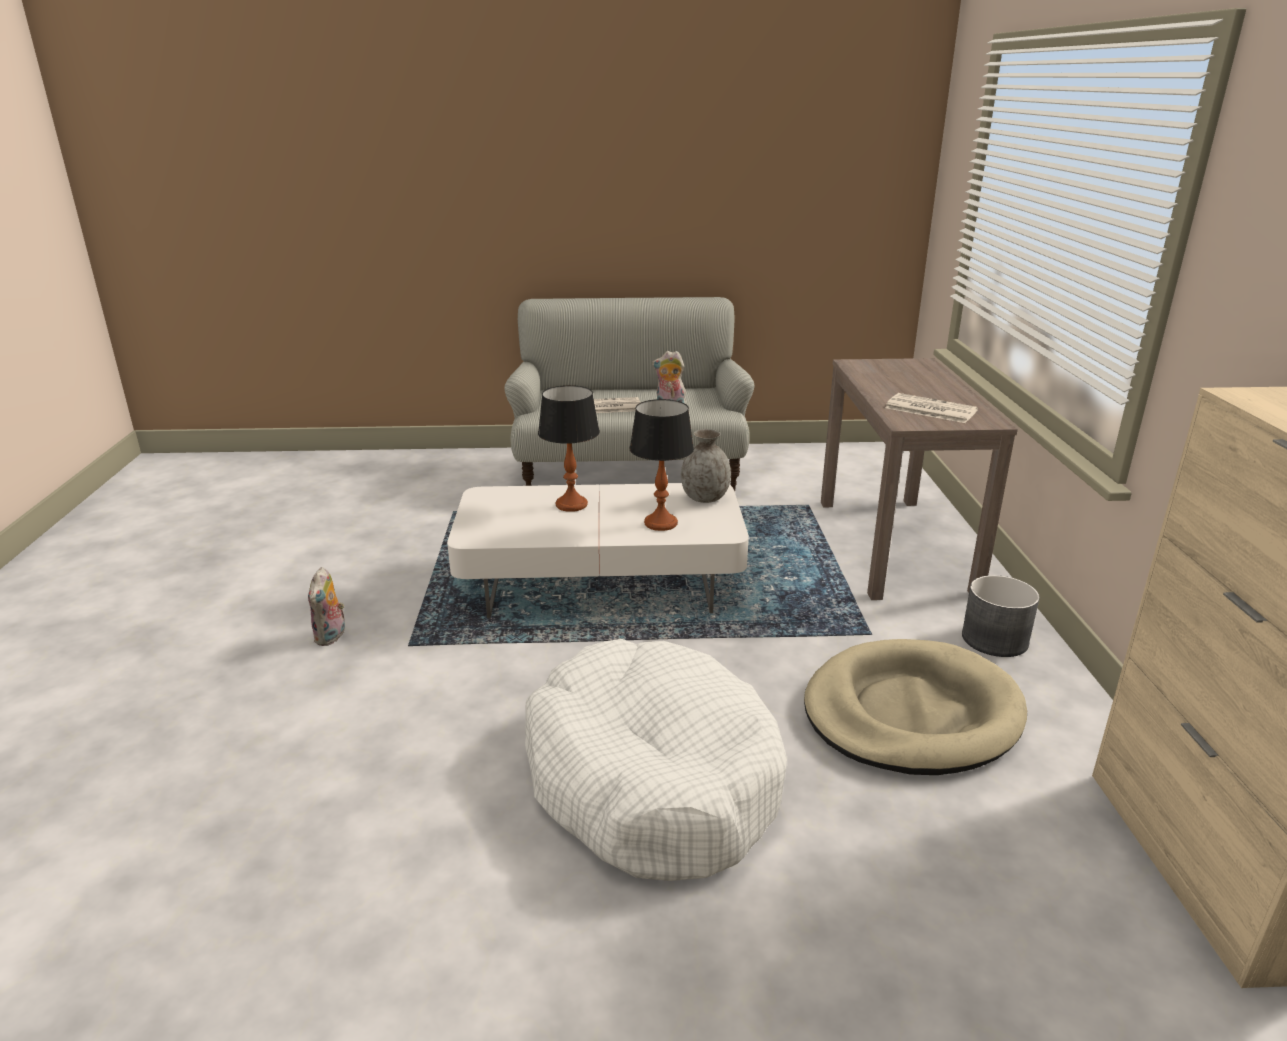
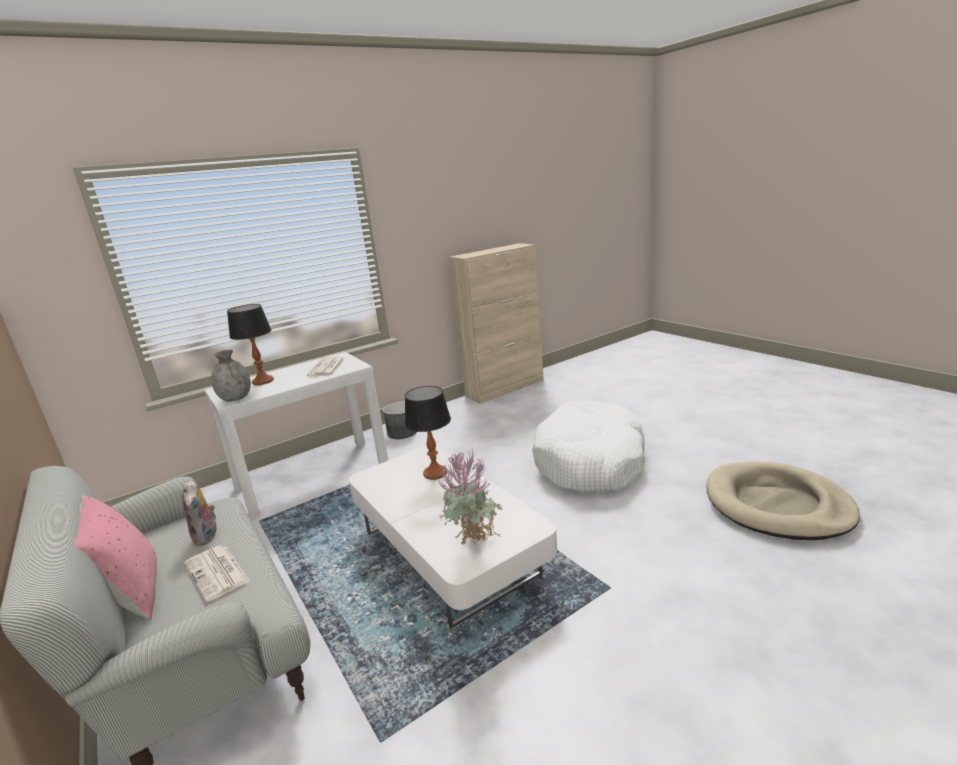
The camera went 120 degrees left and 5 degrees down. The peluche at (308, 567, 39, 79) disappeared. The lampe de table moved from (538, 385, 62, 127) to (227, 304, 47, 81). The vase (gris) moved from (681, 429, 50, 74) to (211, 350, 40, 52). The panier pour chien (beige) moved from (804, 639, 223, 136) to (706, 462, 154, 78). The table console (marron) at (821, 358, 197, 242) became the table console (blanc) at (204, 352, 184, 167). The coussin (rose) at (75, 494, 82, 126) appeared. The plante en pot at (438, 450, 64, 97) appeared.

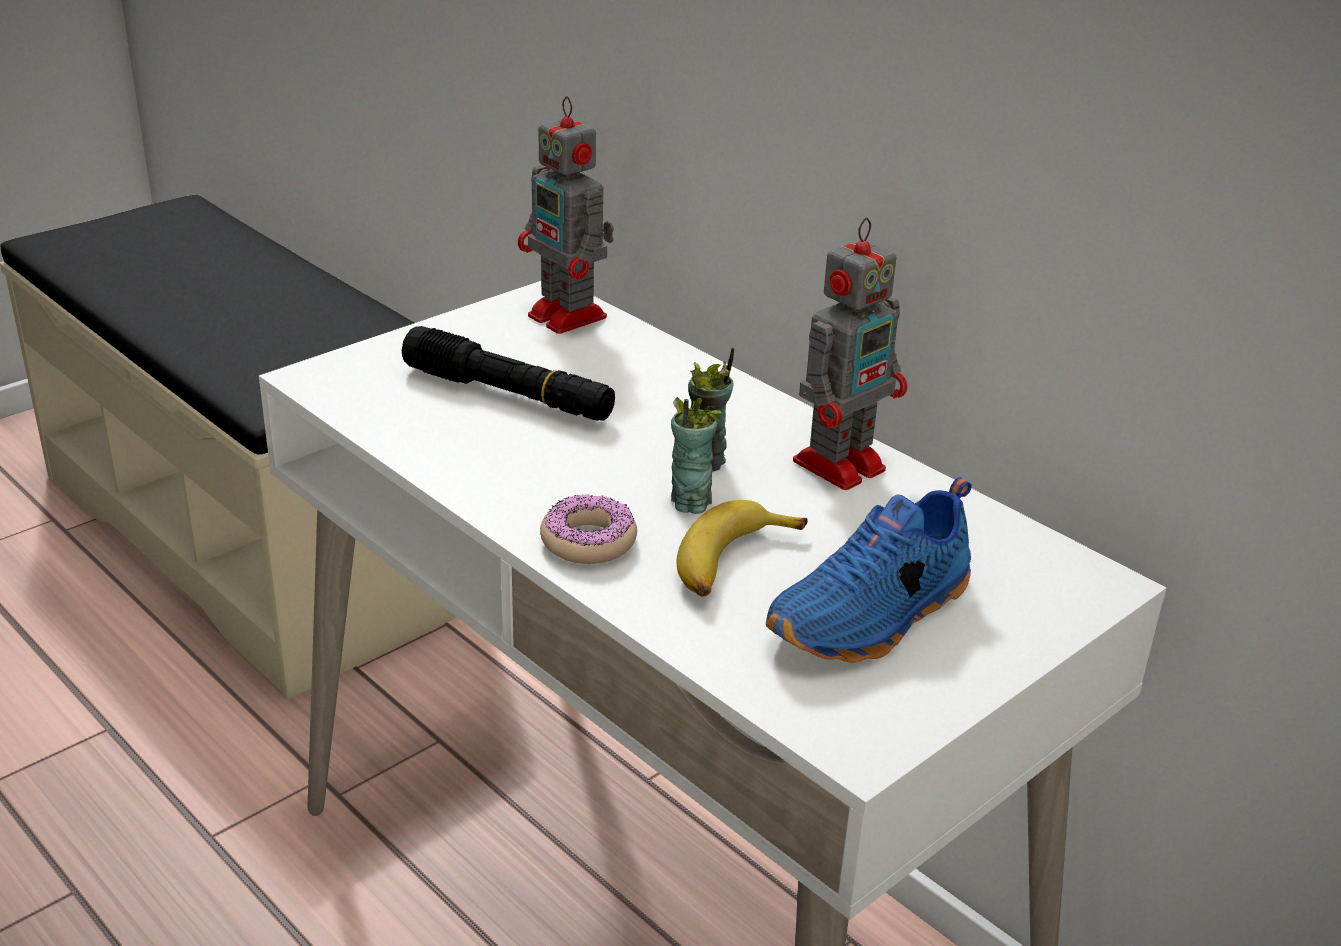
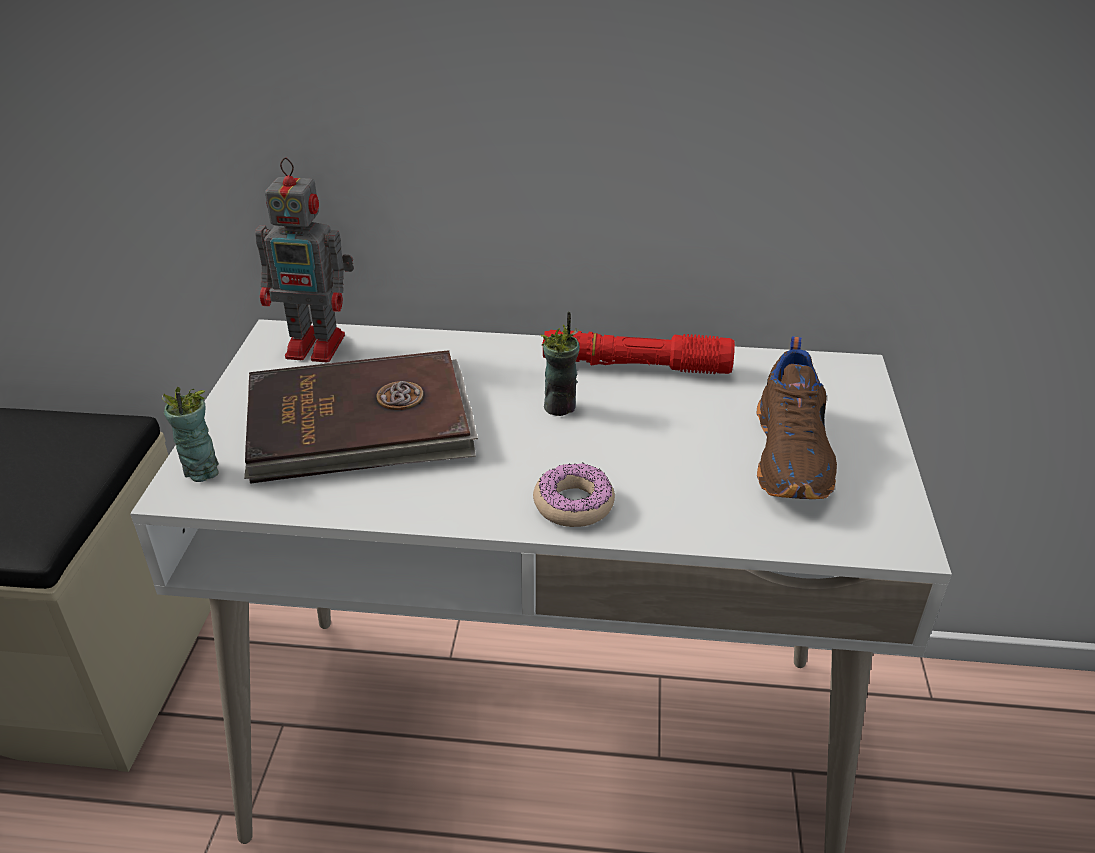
The camera went 40 degrees left and 5 degrees up. The lampe de poche (noir) at (402, 326, 213, 95) was replaced by the livre (marron) at (244, 350, 234, 134). The tasse moved from (671, 397, 51, 117) to (162, 387, 57, 95). The banane at (676, 500, 132, 97) disappeared. The chaussure (bleu) at (766, 477, 206, 186) became the chaussure (marron) at (757, 336, 80, 163). The robot jouet at (793, 217, 114, 273) was replaced by the lampe de poche (rouge) at (542, 330, 193, 44).

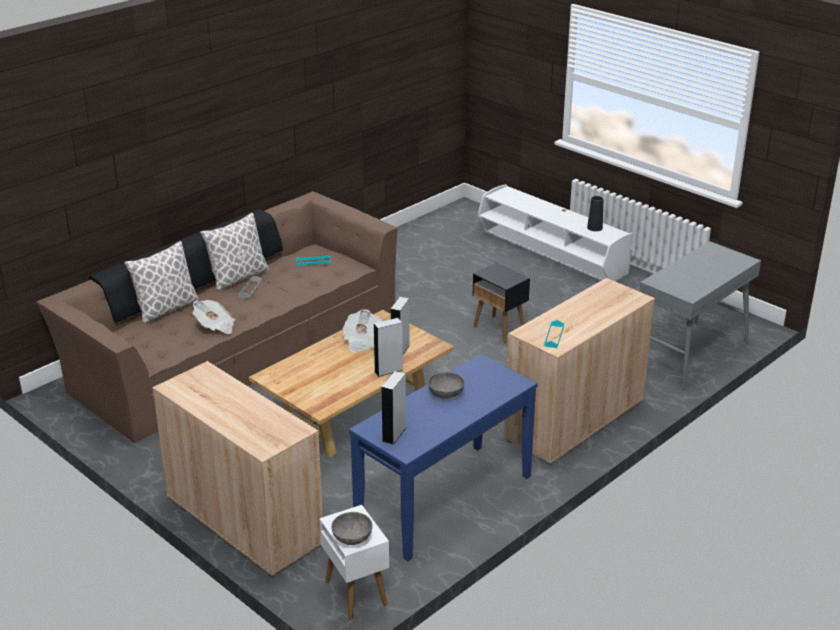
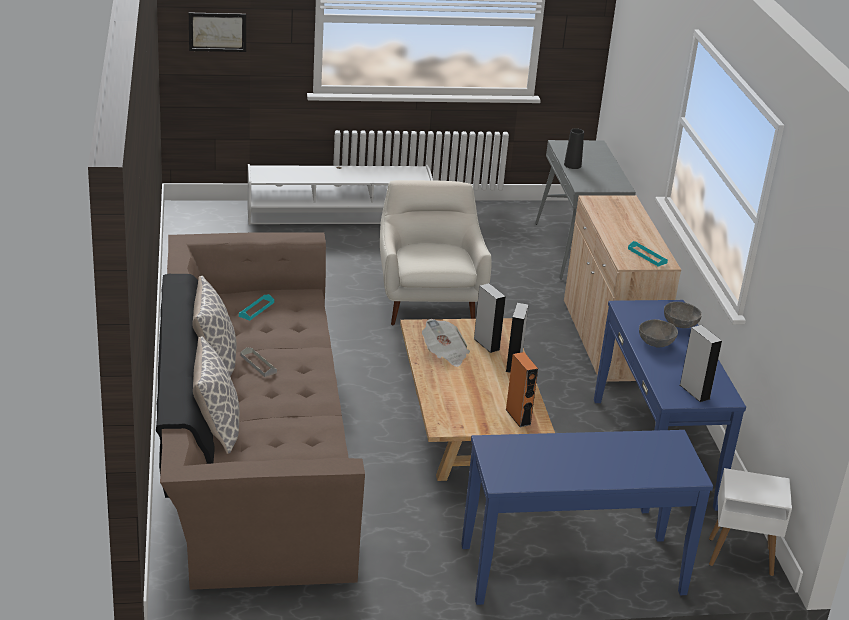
The camera went 55 degrees left and 0 degrees up. The meuble de rangement (beige) at (152, 361, 171, 216) was replaced by the table console (bleu) at (461, 430, 252, 175). The journal at (193, 300, 42, 34) disappeared. The bol (gris) moved from (331, 512, 42, 33) to (664, 302, 38, 26). The table d'appoint (noir) at (473, 262, 57, 81) was replaced by the fauteuil (blanc) at (380, 180, 111, 146). The vase (noir) moved from (587, 196, 16, 35) to (564, 128, 20, 41). The tableau at (189, 13, 57, 39) appeared. The enceinte (orange) at (506, 352, 32, 75) appeared.

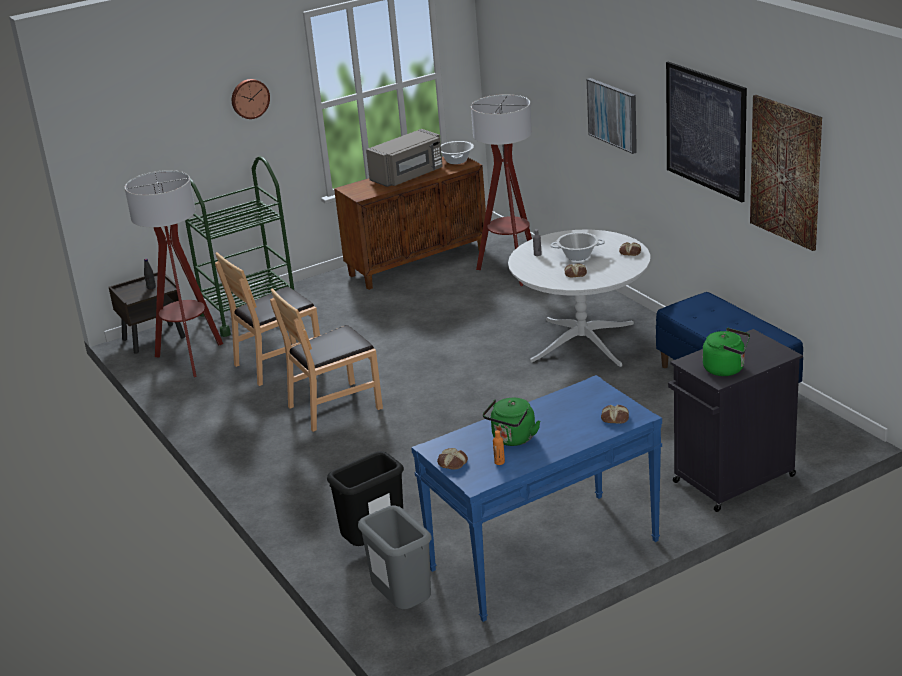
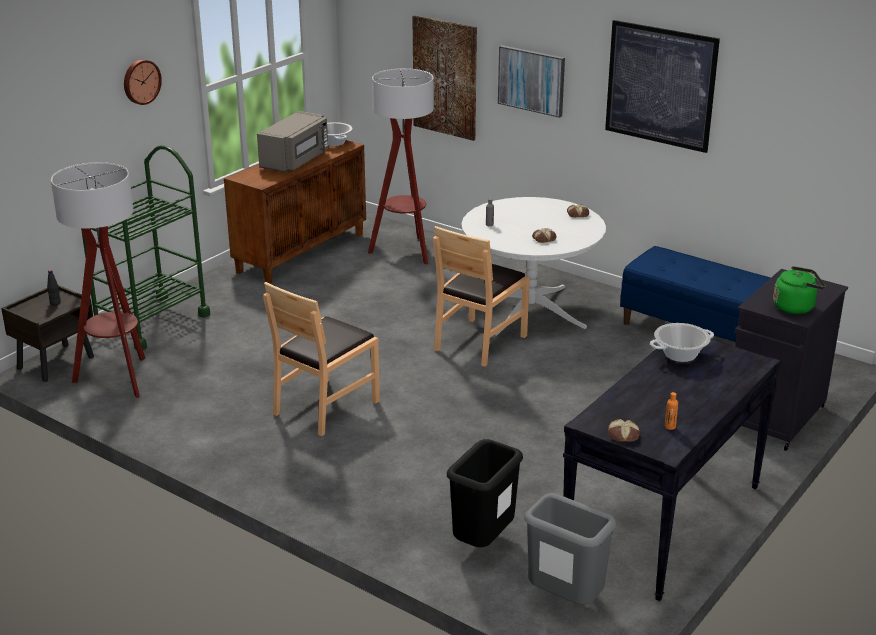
The camera went 25 degrees left and 0 degrees up. The chaise (marron) moved from (215, 252, 105, 134) to (433, 226, 96, 141). The table console (bleu) at (411, 375, 251, 247) became the table console (noir) at (563, 339, 218, 262). The bouilloire (vert) at (483, 398, 57, 48) disappeared. The marmite moved from (550, 232, 55, 29) to (650, 323, 64, 39). The pain at (601, 405, 28, 19) disappeared. The tableau moved from (750, 95, 72, 156) to (412, 15, 65, 126).

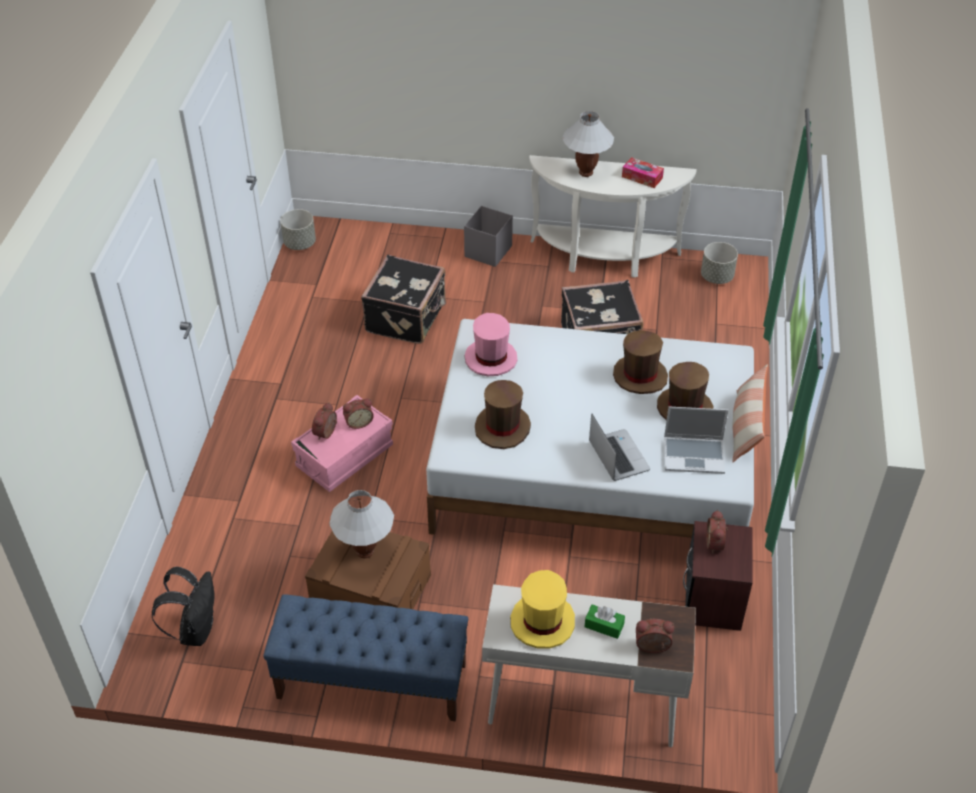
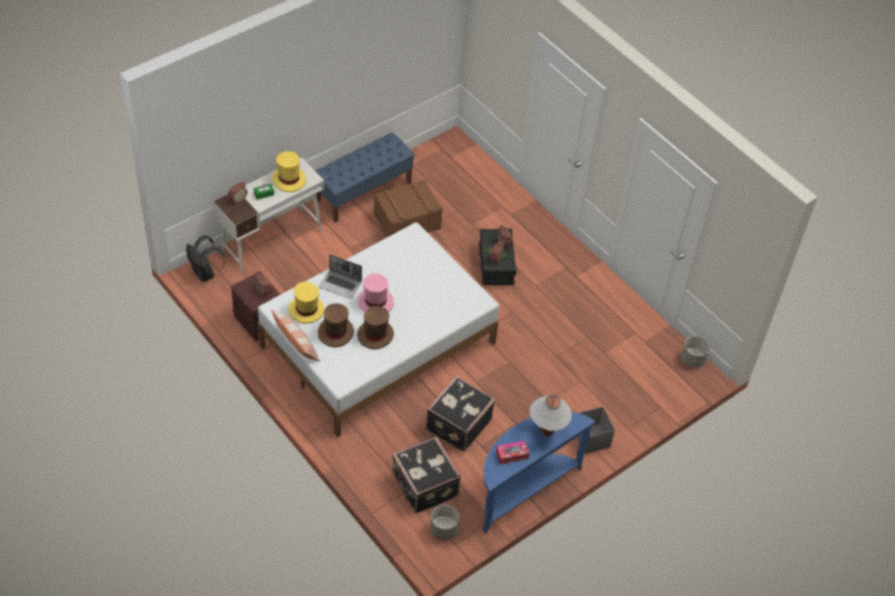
The camera went 130 degrees right and 5 degrees up. The sac à dos (noir) moved from (152, 567, 63, 79) to (186, 235, 39, 47). The boîte de rangement (rose) at (291, 395, 102, 97) became the boîte de rangement (noir) at (479, 229, 38, 56). The lampe de table (blanc) at (329, 490, 65, 68) disappeared. The valise (noir) moved from (361, 255, 85, 89) to (392, 437, 69, 76). The chapeau (rose) moved from (465, 313, 52, 63) to (358, 273, 36, 39). The chapeau (marron) at (475, 380, 56, 69) disappeared. The table console (blanc) at (529, 155, 168, 123) became the table console (bleu) at (482, 412, 113, 122). The ordinateur portable at (664, 407, 64, 67) was replaced by the chapeau (jaune) at (288, 282, 37, 42).

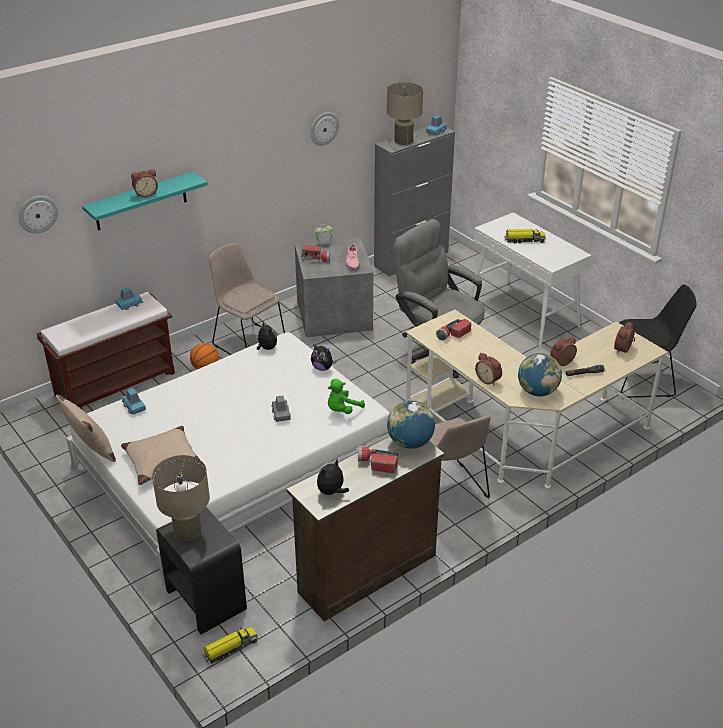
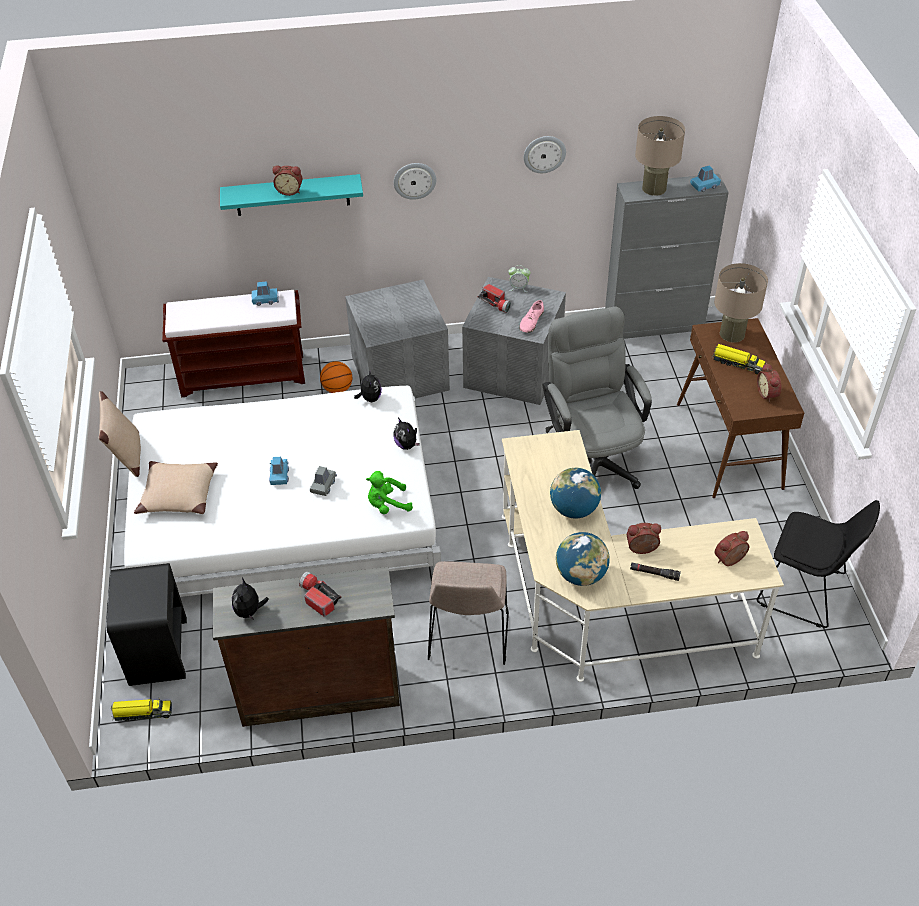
The camera went 30 degrees right and 10 degrees up. The horloge murale moved from (19, 196, 39, 38) to (394, 163, 42, 37). The petite voiture (bleu) moved from (122, 388, 24, 27) to (269, 457, 20, 28). The lampe de table (beige) moved from (152, 455, 58, 86) to (714, 263, 54, 79). The chaise (beige) at (209, 243, 76, 112) was replaced by the boîte de rangement (gris) at (345, 280, 105, 118). The peluche at (317, 460, 32, 37) turned 75 degrees counterclockwise. The globe moved from (387, 401, 48, 48) to (550, 468, 51, 50). The lampe de poche at (436, 319, 35, 21) disappeared. The table console (blanc) at (470, 213, 122, 134) became the table console (marron) at (677, 318, 127, 180). The réveil moved from (475, 353, 27, 33) to (757, 363, 24, 39).

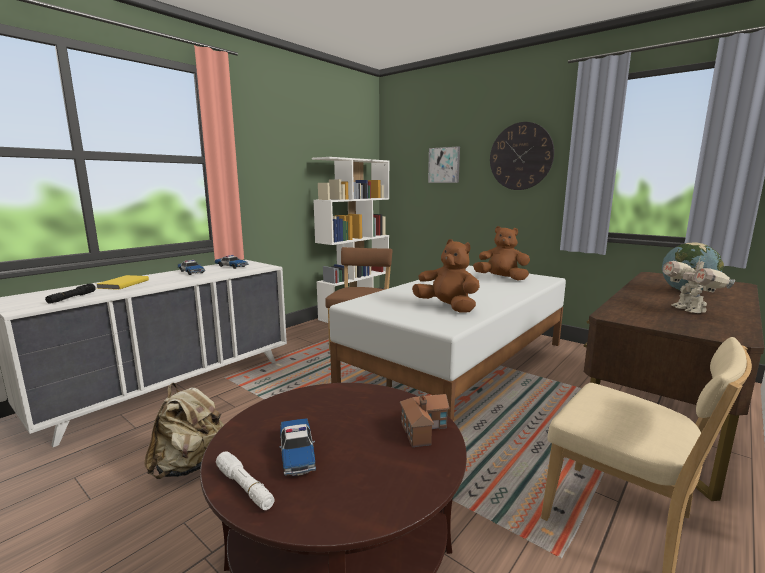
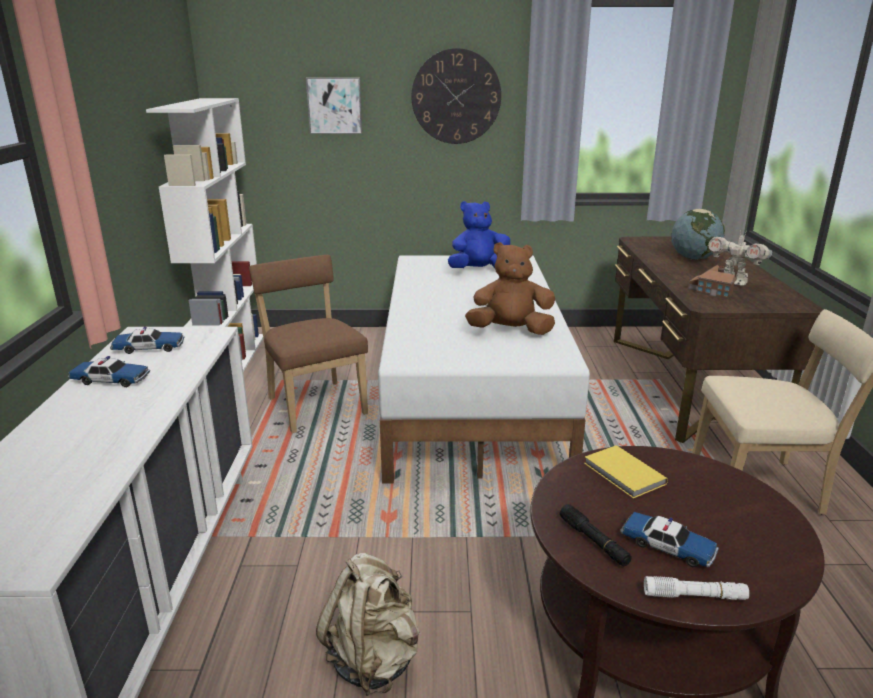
The camera went 40 degrees left and 10 degrees up. The lampe de poche (noir) moved from (45, 283, 51, 21) to (560, 504, 72, 62). The livre (jaune) moved from (96, 275, 53, 15) to (584, 445, 84, 53). The maison miniature moved from (400, 394, 50, 53) to (688, 265, 48, 34). The peluche (marron) at (473, 226, 57, 54) became the peluche (bleu) at (448, 201, 62, 67).

